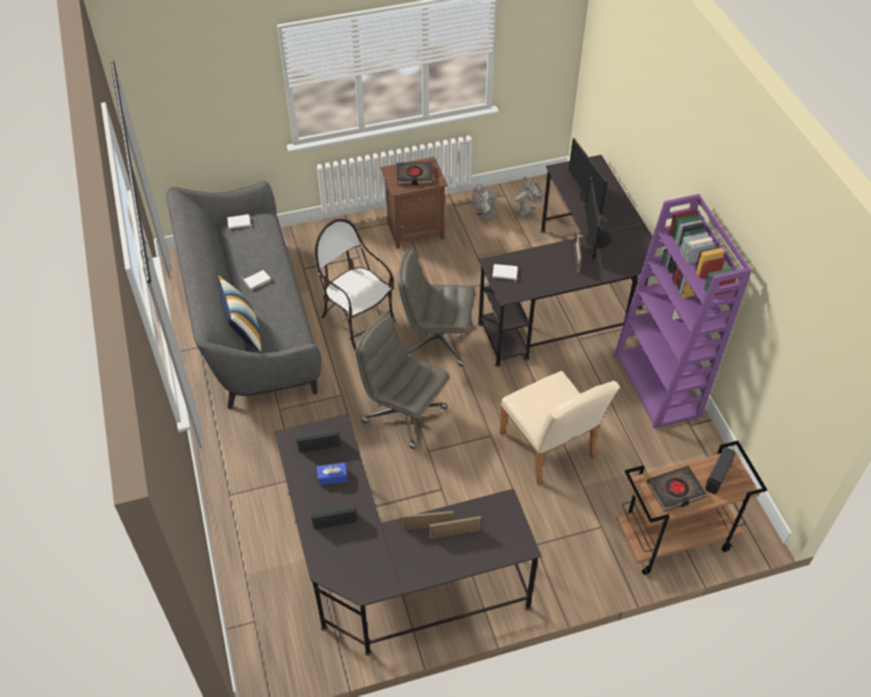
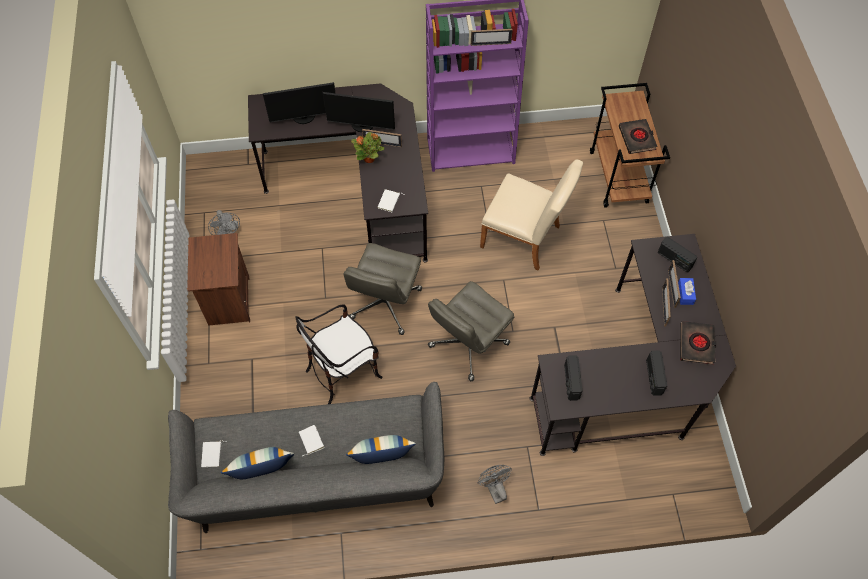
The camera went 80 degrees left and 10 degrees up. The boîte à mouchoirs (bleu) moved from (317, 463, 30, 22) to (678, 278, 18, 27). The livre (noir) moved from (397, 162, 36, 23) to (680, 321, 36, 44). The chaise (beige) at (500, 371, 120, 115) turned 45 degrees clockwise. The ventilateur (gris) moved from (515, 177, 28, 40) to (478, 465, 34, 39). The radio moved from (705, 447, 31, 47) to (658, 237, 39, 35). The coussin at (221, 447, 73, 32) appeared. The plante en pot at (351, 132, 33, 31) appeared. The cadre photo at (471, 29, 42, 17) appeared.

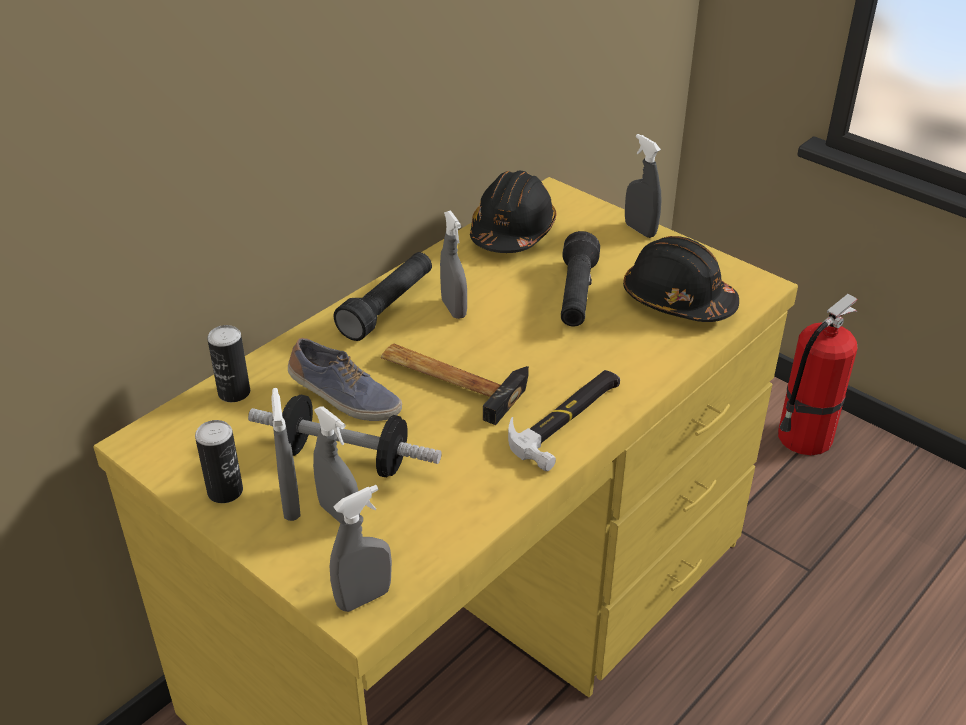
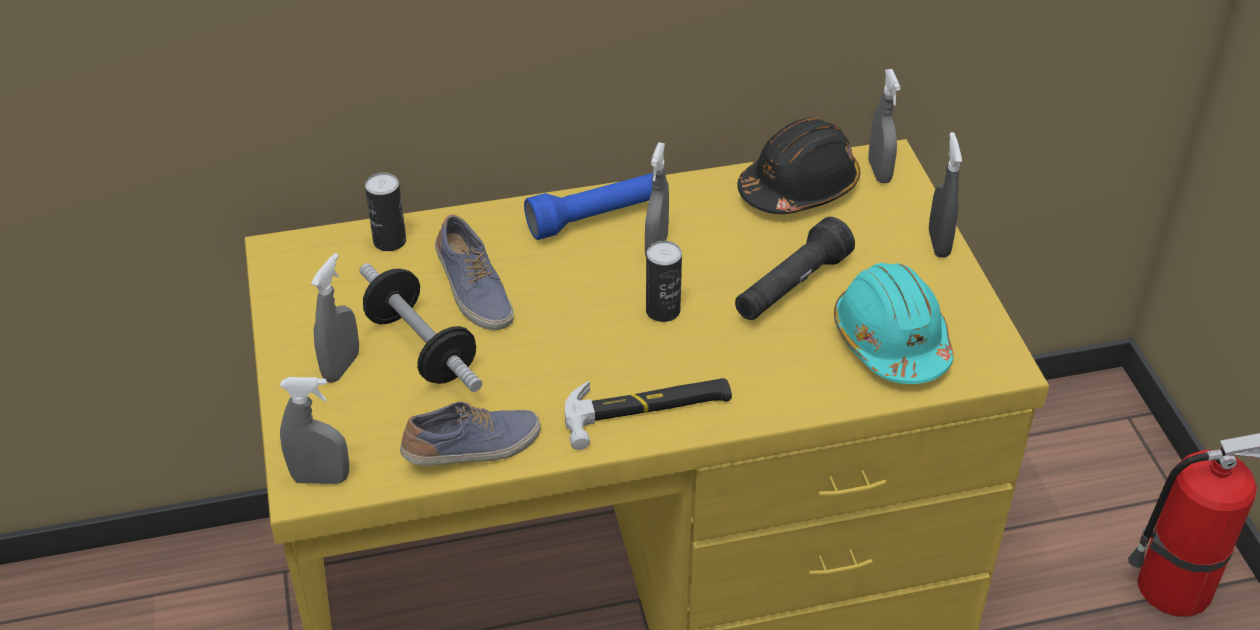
The camera went 35 degrees right and 5 degrees up. The boîte métallique moved from (195, 420, 48, 83) to (646, 241, 36, 81). The vaporisateur (gris) moved from (313, 406, 47, 117) to (868, 69, 32, 114). The lampe de poche (noir) at (334, 252, 98, 89) became the lampe de poche (bleu) at (524, 173, 129, 67). The marteau at (381, 344, 148, 81) disappeared. The casque de chantier (noir) at (623, 236, 116, 86) became the casque de chantier (turquoise) at (834, 263, 119, 121). The chaussure at (400, 402, 141, 64) appeared.

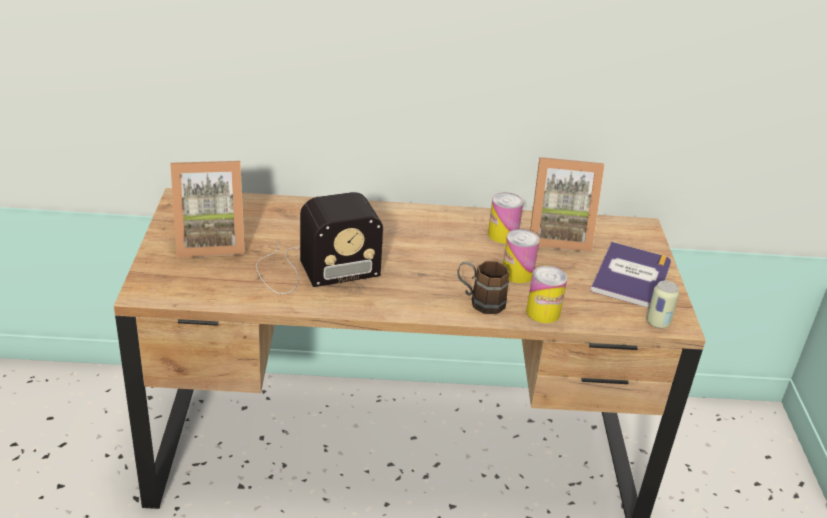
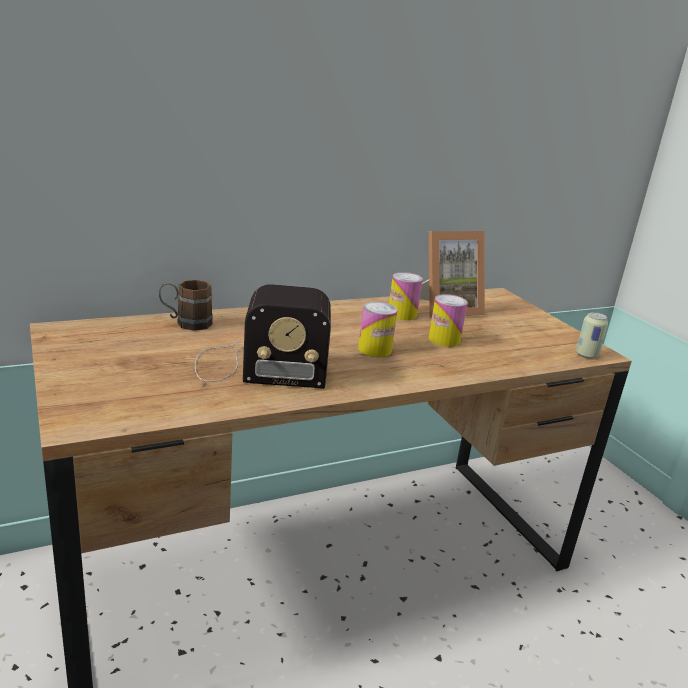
The camera went 25 degrees left and 10 degrees down. The cadre photo at (170, 161, 75, 97) disappeared. The radio at (256, 192, 127, 102) turned 45 degrees clockwise. The mug (marron) moved from (457, 261, 52, 53) to (159, 280, 54, 51). The boîte métallique moved from (526, 266, 42, 57) to (358, 302, 39, 55). The livre at (590, 242, 81, 66) disappeared.

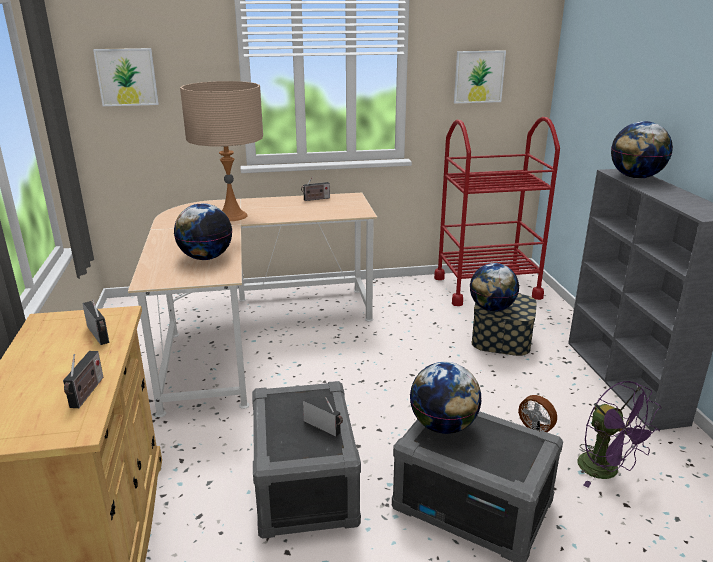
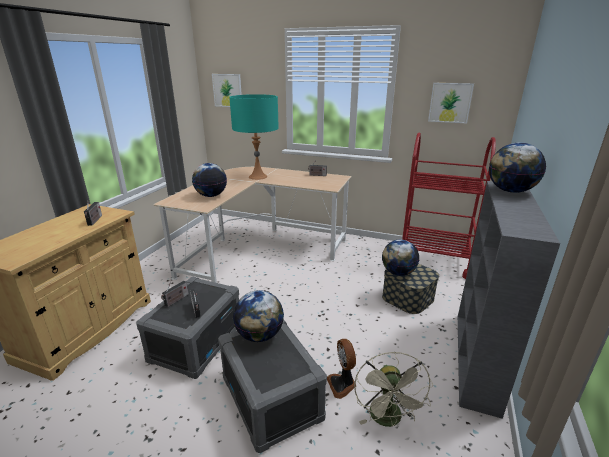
The camera went 30 degrees right and 0 degrees up. The radio moved from (63, 351, 40, 57) to (161, 281, 28, 26). The lampe de table (beige) at (180, 81, 83, 140) became the lampe de table (turquoise) at (229, 94, 50, 86). The ventilateur (violet) at (577, 381, 84, 106) became the ventilateur (beige) at (354, 352, 79, 75).

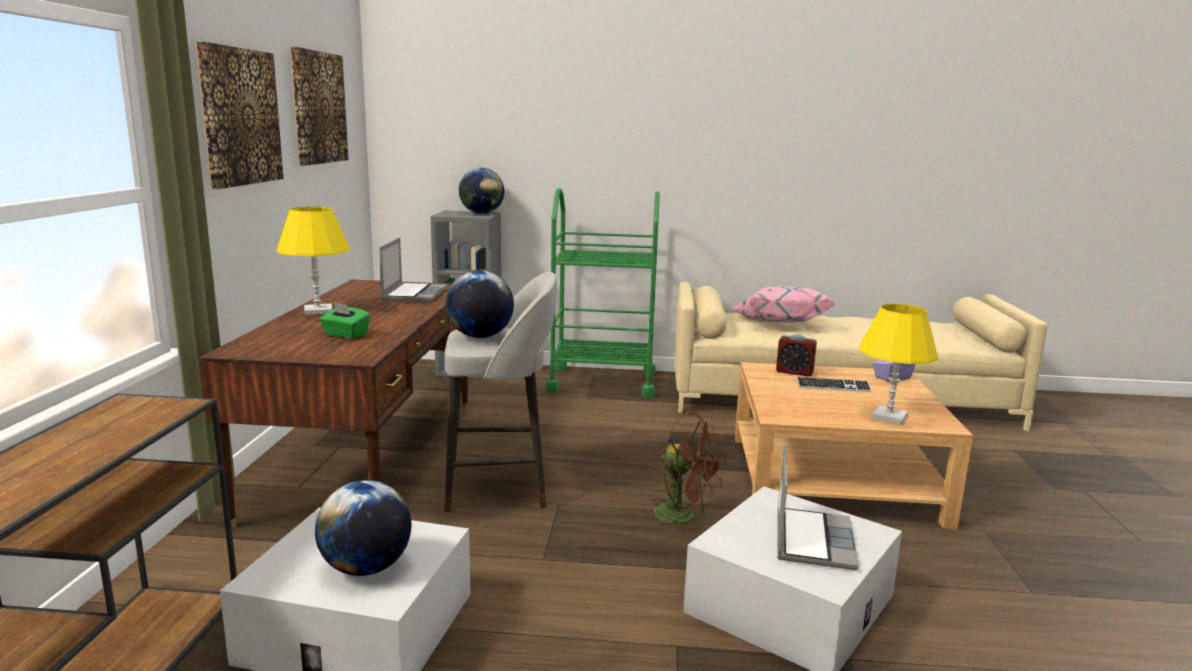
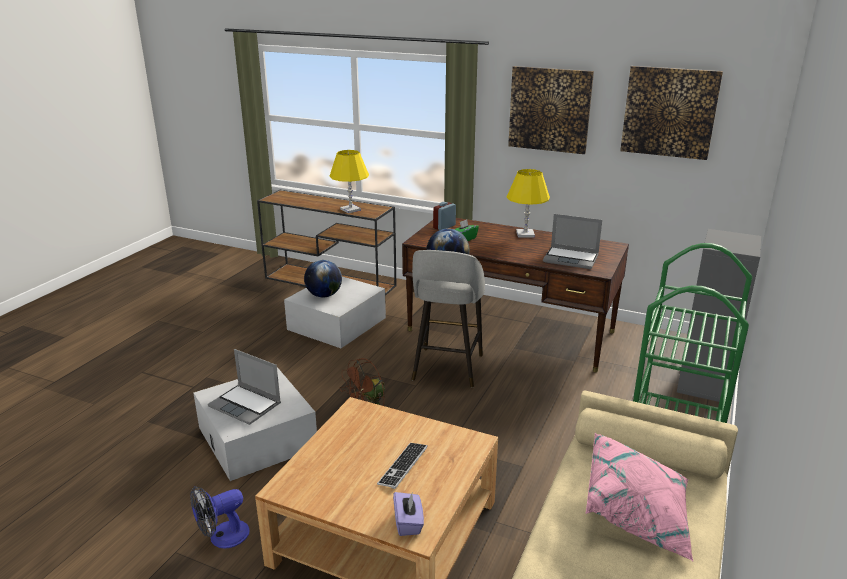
The camera went 110 degrees right and 10 degrees up. The globe at (459, 168, 45, 46) disappeared. The réveil moved from (776, 335, 41, 42) to (433, 202, 23, 28). The lampe de table (jaune) moved from (860, 304, 78, 120) to (329, 150, 40, 63). The ventilateur at (190, 486, 60, 63) appeared.

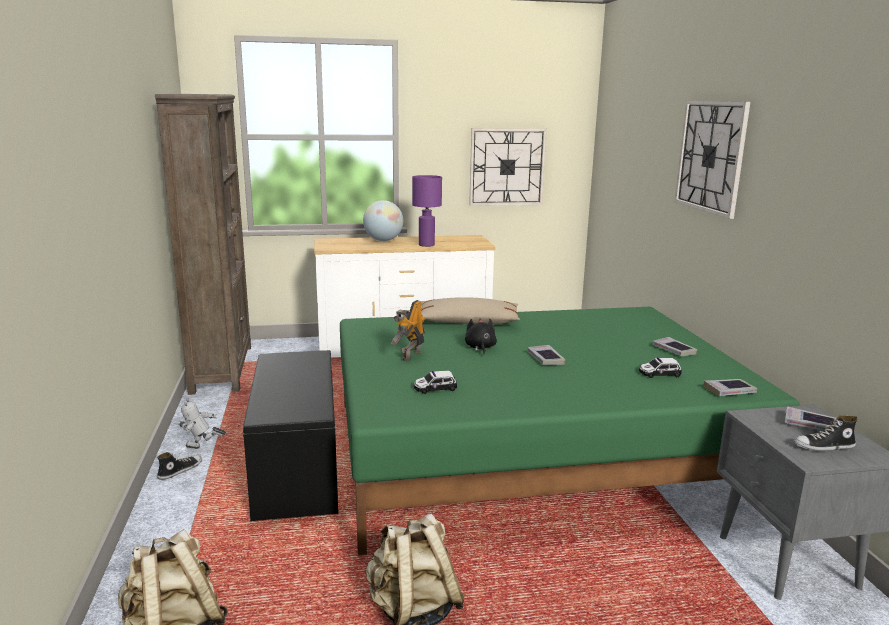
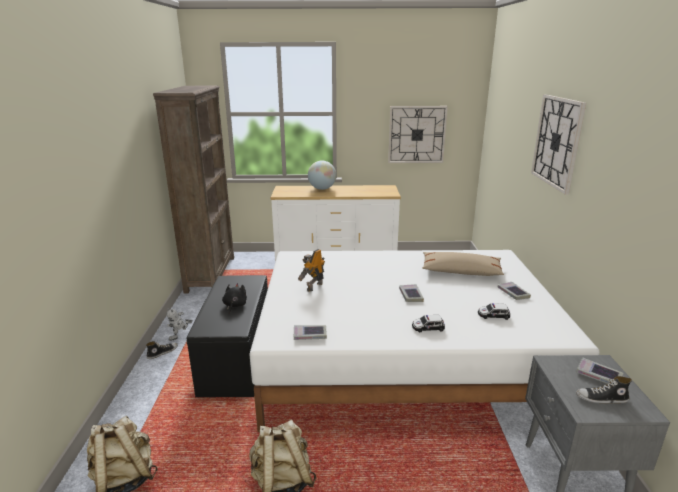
The camera went 10 degrees right and 5 degrees up. The robot jouet at (178, 398, 48, 51) turned 60 degrees counterclockwise. The lit (vert) at (340, 307, 460, 248) became the lit (blanc) at (249, 250, 351, 182). The lampe de table (violet) at (412, 175, 30, 72) disappeared. The petite voiture moved from (414, 370, 43, 24) to (412, 315, 33, 17). The coussin (beige) moved from (421, 297, 99, 27) to (422, 252, 82, 24). The peluche (noir) moved from (465, 318, 32, 36) to (222, 283, 25, 31). The livre moved from (704, 379, 53, 17) to (294, 325, 33, 15).

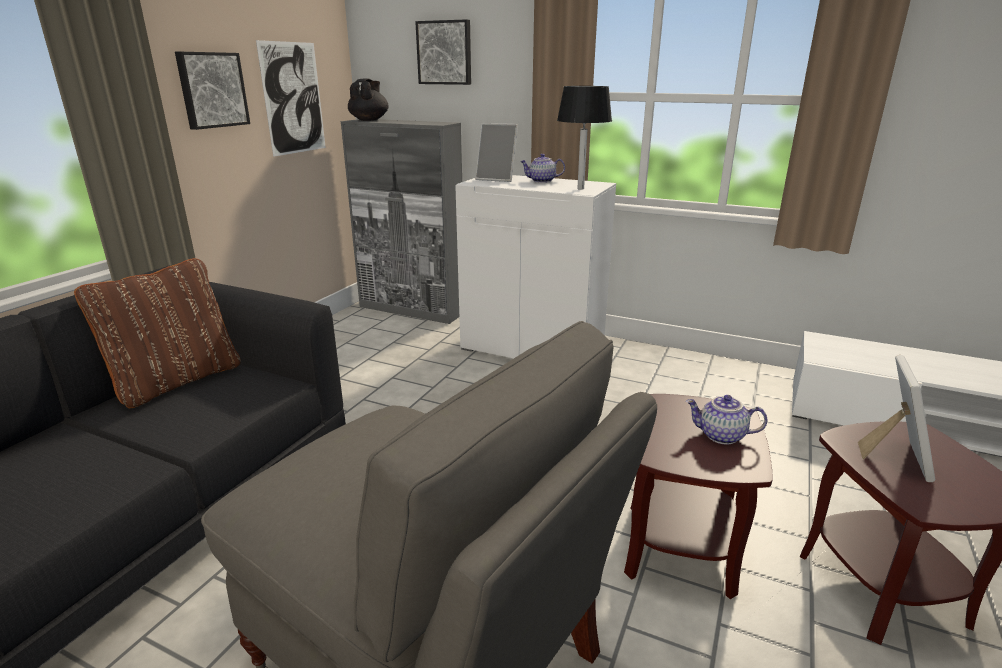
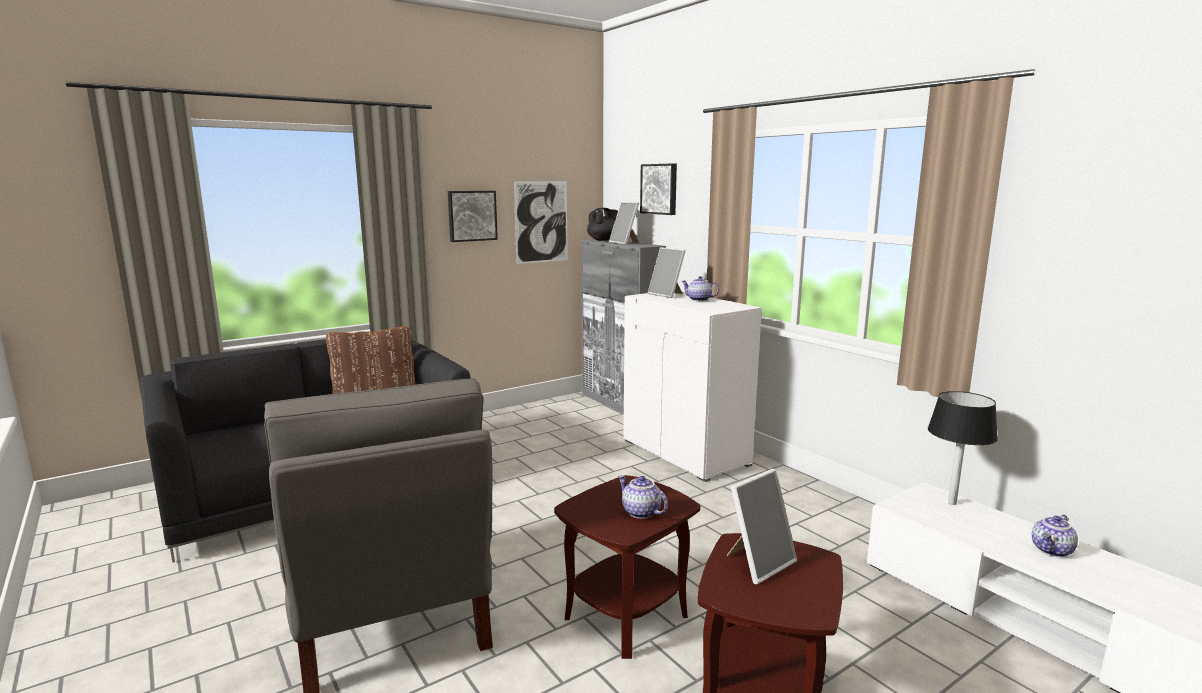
The camera went 30 degrees right and 10 degrees down. The lampe de table (noir) moved from (557, 86, 55, 104) to (928, 391, 70, 114). The cadre photo at (609, 202, 31, 43) appeared. The théière at (1032, 515, 46, 42) appeared.

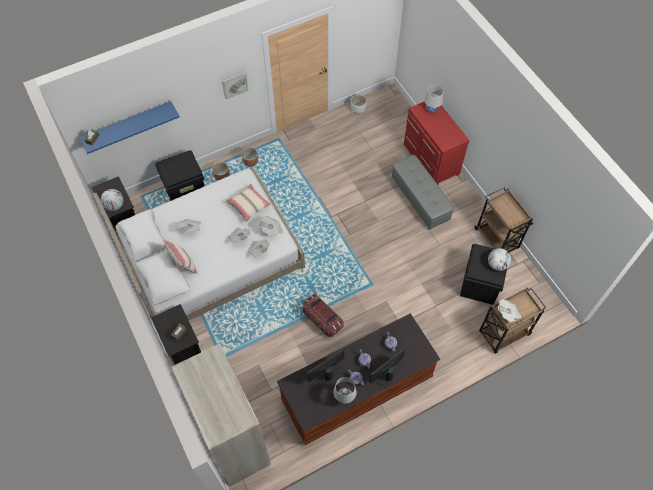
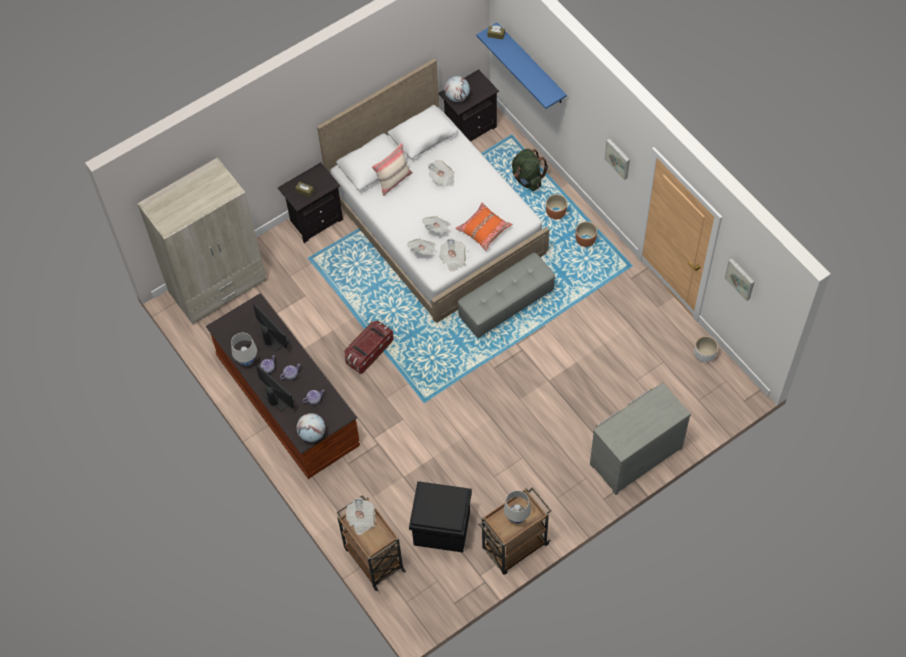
The camera went 85 degrees right and 0 degrees up. The boîte de rangement (noir) at (155, 150, 50, 51) was replaced by the sac à dos (vert) at (512, 149, 36, 42). The coussin (beige) at (225, 184, 46, 39) became the coussin (orange) at (455, 202, 57, 48). The pouf (gris) moved from (392, 155, 62, 75) to (458, 253, 97, 85). The commode (rouge) at (404, 101, 66, 84) became the commode (gris) at (590, 383, 101, 112). The lampe de table (blanc) moved from (424, 85, 20, 28) to (504, 490, 27, 34). The globe moved from (488, 248, 23, 23) to (297, 413, 28, 29). The tableau at (725, 259, 30, 42) appeared.

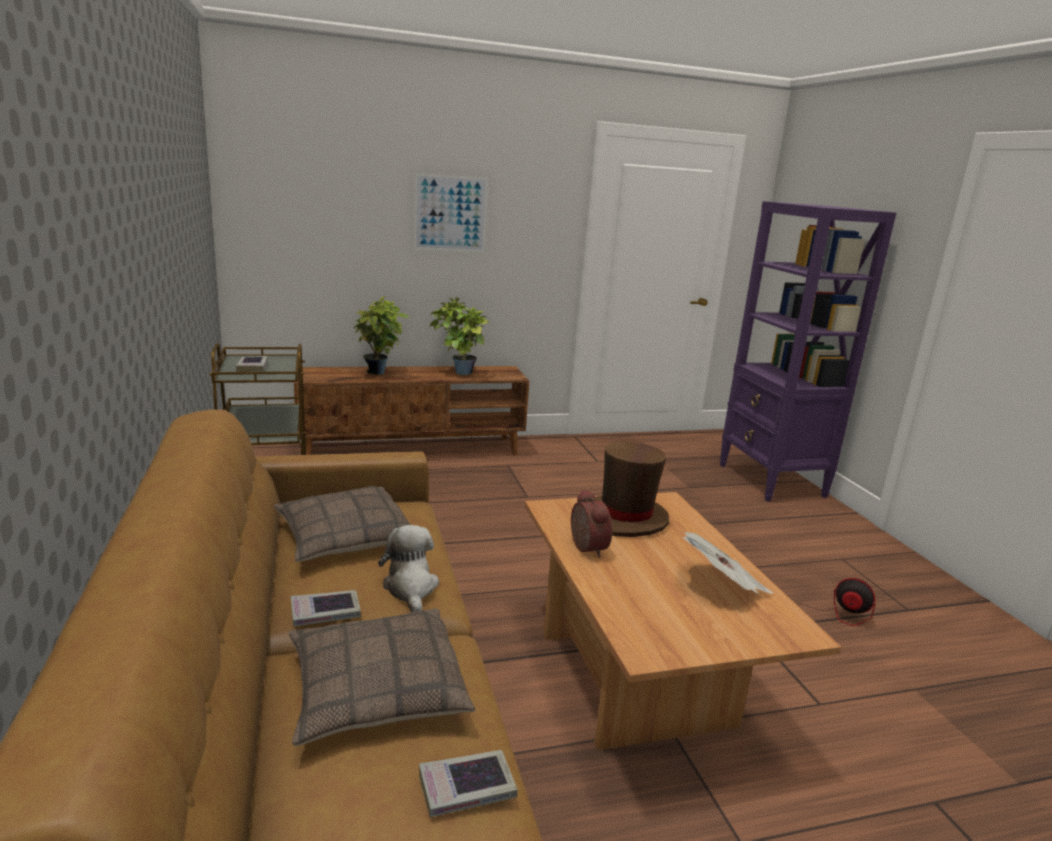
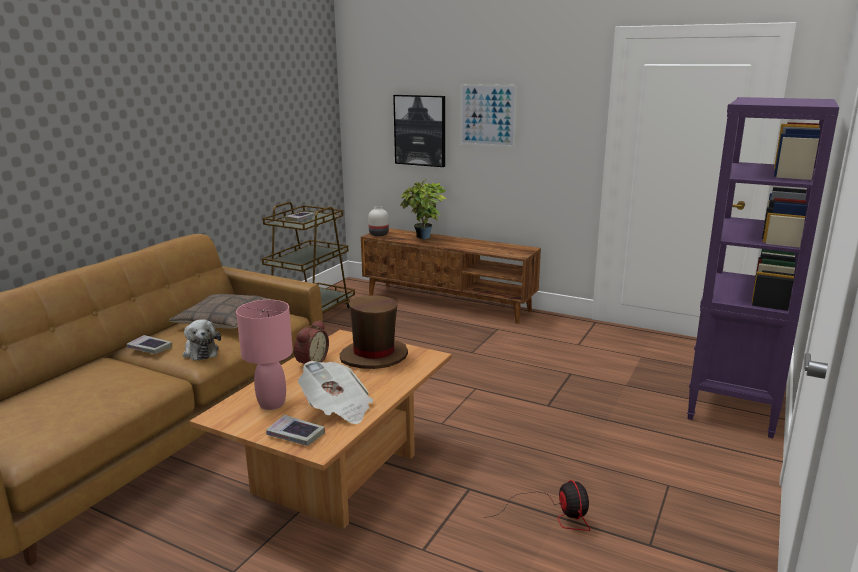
The camera went 45 degrees right and 0 degrees up. The coussin at (288, 608, 188, 138) disappeared. The peluche at (378, 525, 61, 88) turned 120 degrees clockwise. The livre moved from (419, 750, 99, 67) to (266, 415, 59, 31). The plante en pot at (429, 297, 60, 78) disappeared. The lampe de table (rose) at (236, 300, 57, 110) appeared. The vase (blanc) at (368, 206, 21, 30) appeared. The tableau at (393, 95, 52, 72) appeared.

